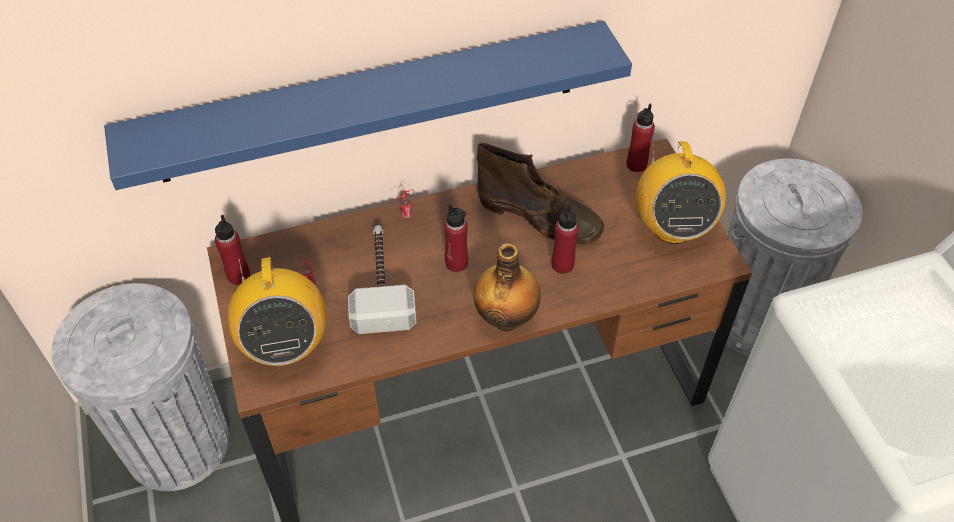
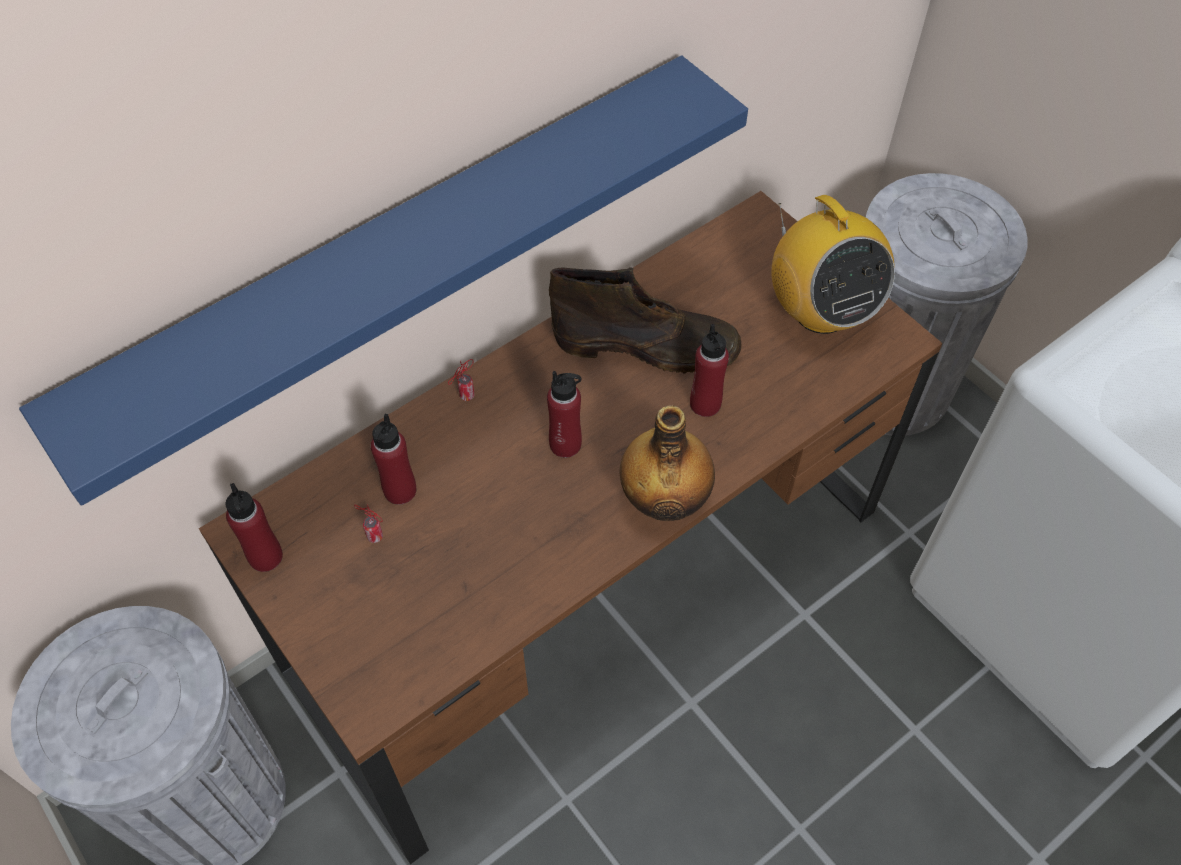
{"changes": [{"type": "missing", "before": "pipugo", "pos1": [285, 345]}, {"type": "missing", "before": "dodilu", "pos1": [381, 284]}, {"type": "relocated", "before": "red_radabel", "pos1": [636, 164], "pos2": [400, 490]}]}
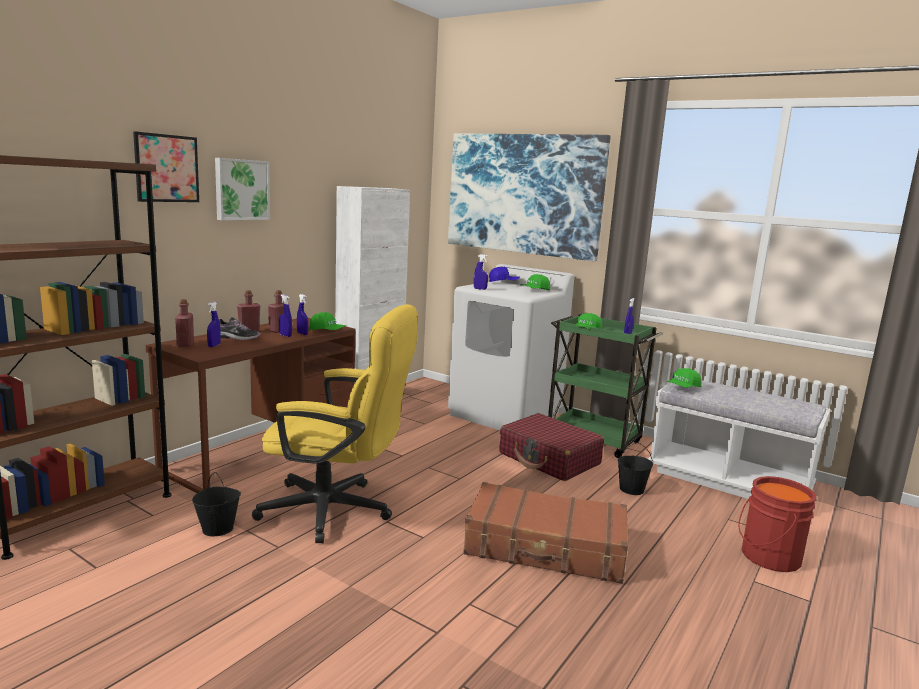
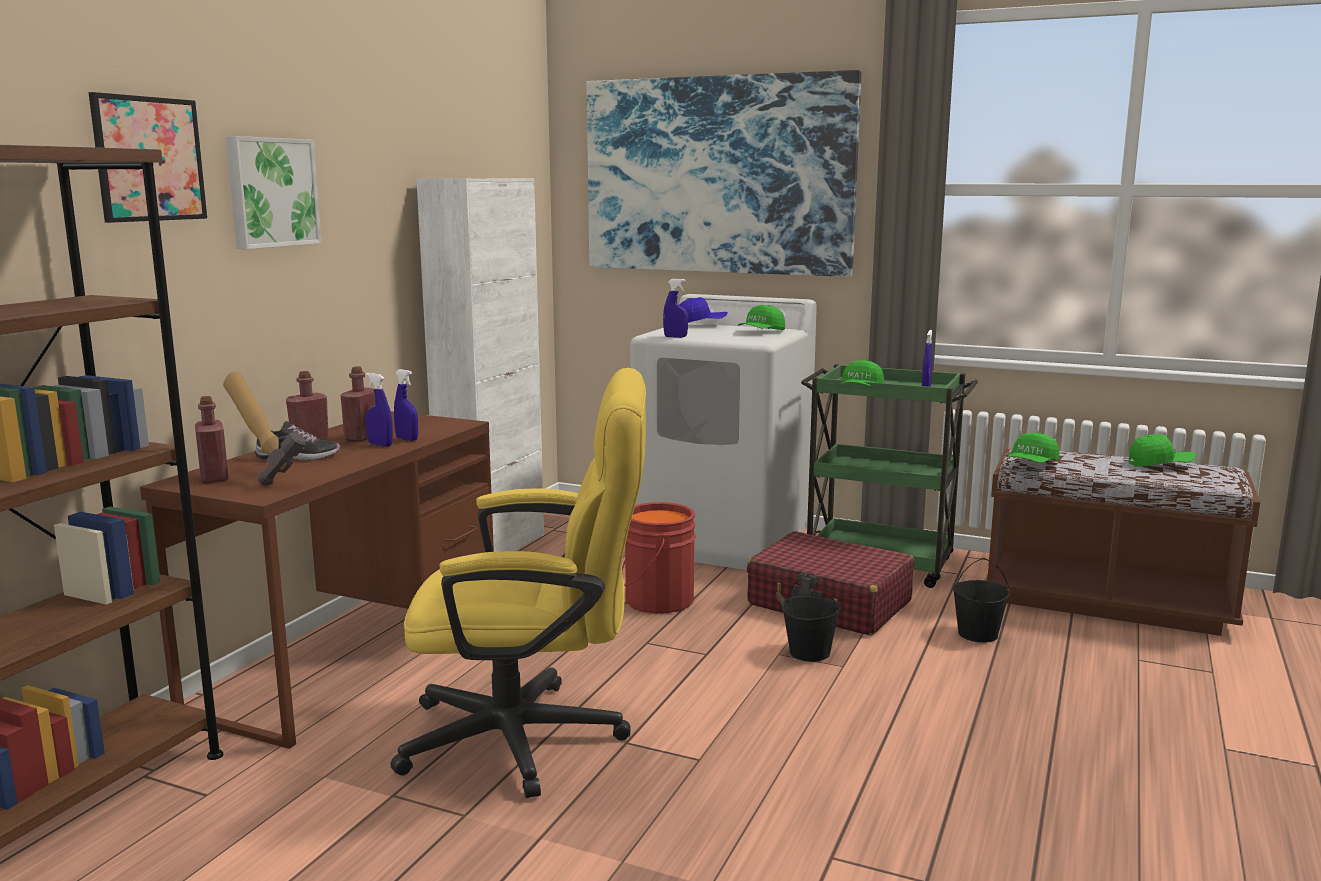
{"changes": [{"type": "relocated", "before": "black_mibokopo", "pos1": [218, 529], "pos2": [809, 653]}, {"type": "exchanged", "before": "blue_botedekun", "after": "dodilu", "pos1": [214, 345], "pos2": [268, 475]}, {"type": "relocated", "before": "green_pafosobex", "pos1": [327, 331], "pos2": [1159, 464]}, {"type": "missing", "before": "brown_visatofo", "pos1": [545, 548]}, {"type": "colour", "before": "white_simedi", "after": "brown_simedi", "pos1": [728, 480], "pos2": [1107, 601]}, {"type": "relocated", "before": "red_mibokopo", "pos1": [767, 556], "pos2": [655, 600]}]}
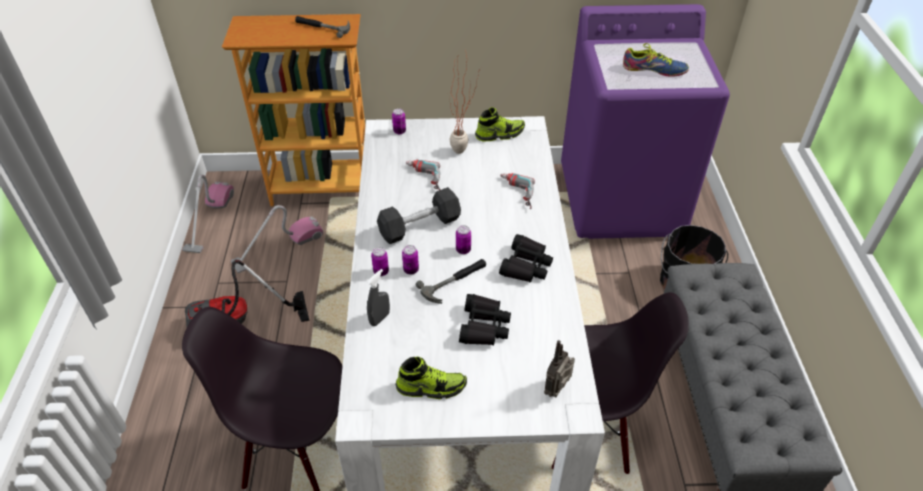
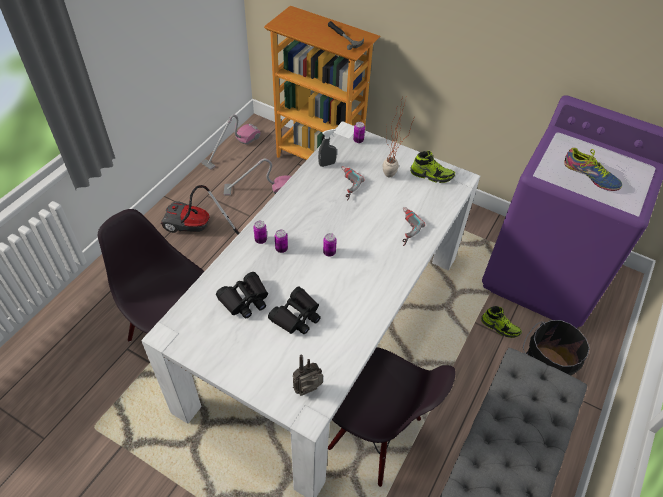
{"changes": [{"type": "relocated", "before": "grey_botedekun", "pos1": [379, 318], "pos2": [327, 164]}, {"type": "missing", "before": "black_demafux", "pos1": [419, 226]}, {"type": "relocated", "before": "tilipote", "pos1": [431, 387], "pos2": [500, 327]}, {"type": "missing", "before": "dodilu", "pos1": [455, 281]}, {"type": "relocated", "before": "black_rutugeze", "pos1": [526, 265], "pos2": [245, 300]}]}
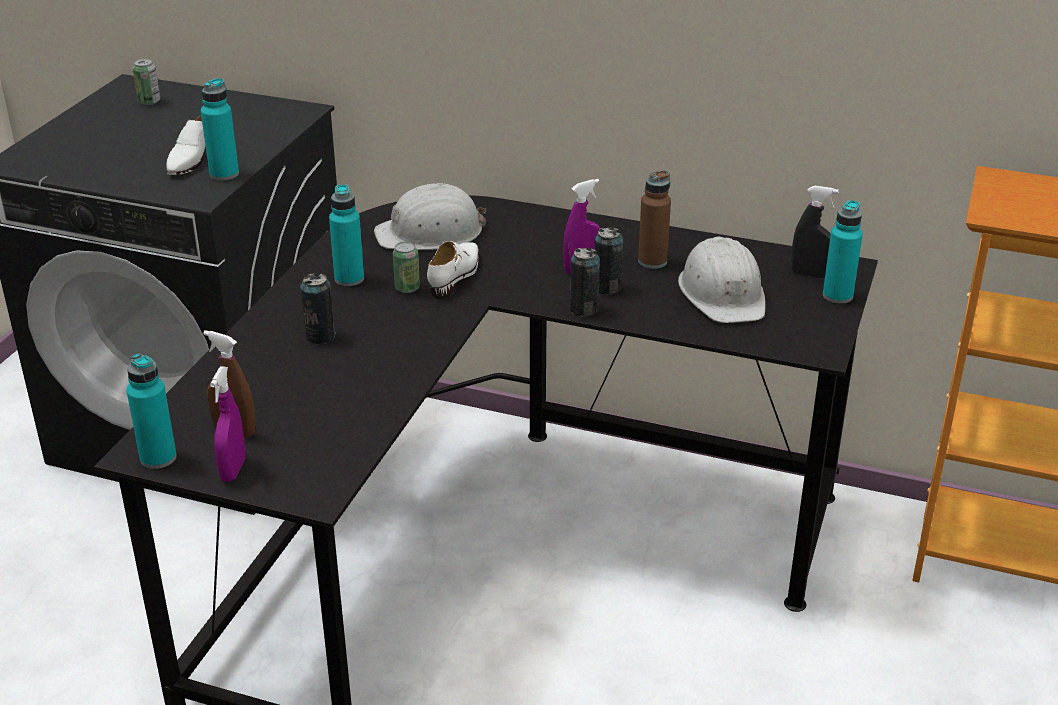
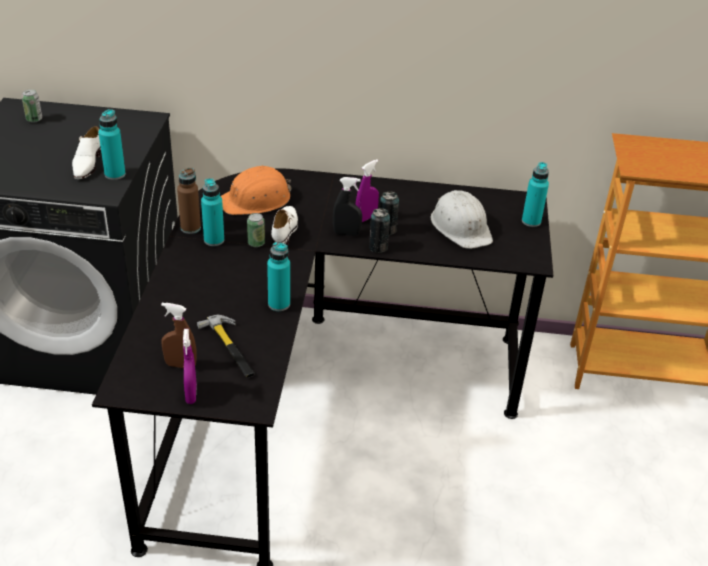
{"changes": [{"type": "relocated", "before": "turquoise_radabel", "pos1": [158, 458], "pos2": [279, 304]}, {"type": "missing", "before": "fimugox", "pos1": [320, 336]}, {"type": "colour", "before": "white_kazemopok", "after": "orange_kazemopok", "pos1": [431, 233], "pos2": [256, 200]}, {"type": "relocated", "before": "brown_radabel", "pos1": [652, 261], "pos2": [190, 228]}, {"type": "relocated", "before": "black_botedekun", "pos1": [810, 274], "pos2": [346, 233]}, {"type": "appeared", "after": "dodilu", "pos2": [231, 348]}]}
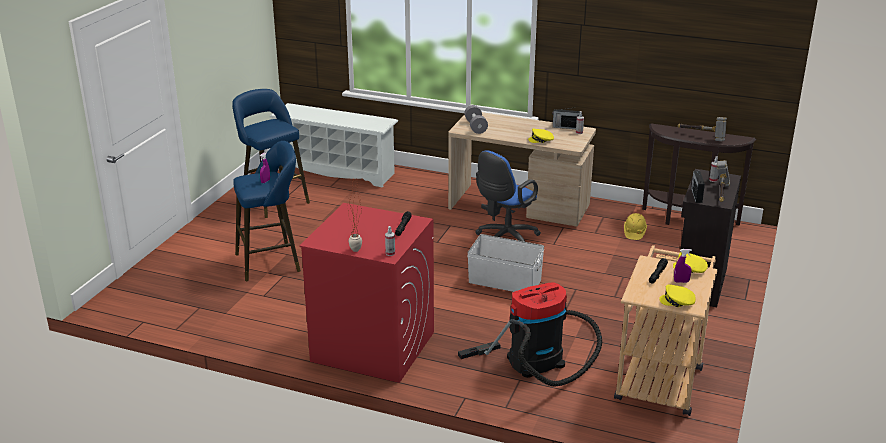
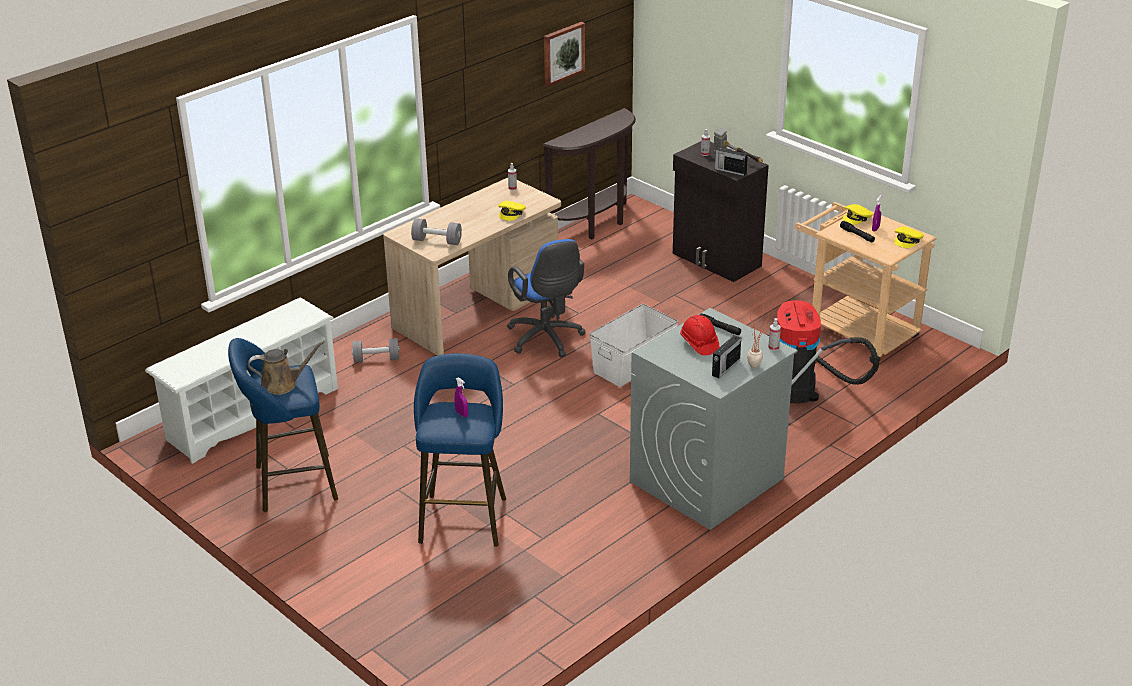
{"changes": [{"type": "colour", "before": "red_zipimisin", "after": "grey_zipimisin", "pos1": [372, 346], "pos2": [706, 481]}, {"type": "relocated", "before": "pipugo", "pos1": [565, 127], "pos2": [725, 368]}, {"type": "missing", "before": "yellow_kazemopok", "pos1": [634, 233]}, {"type": "missing", "before": "dodilu", "pos1": [702, 137]}, {"type": "appeared", "after": "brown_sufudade", "pos2": [282, 384]}, {"type": "appeared", "after": "grey_demafux", "pos2": [376, 359]}, {"type": "appeared", "after": "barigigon", "pos2": [562, 53]}, {"type": "appeared", "after": "red_kazemopok", "pos2": [699, 344]}]}
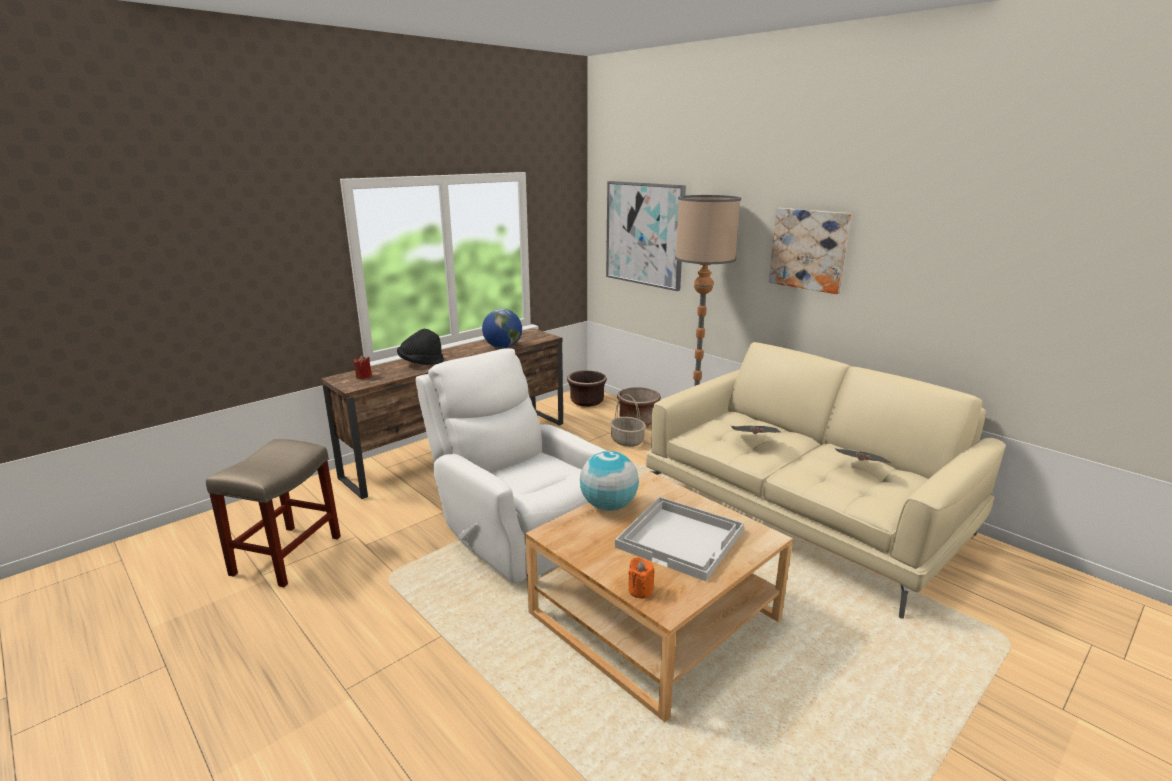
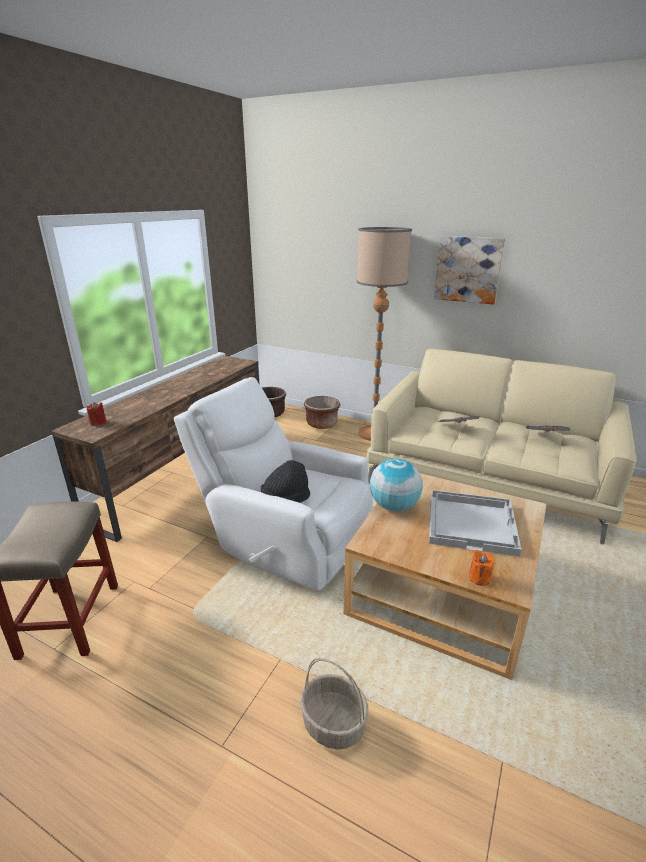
{"changes": [{"type": "relocated", "before": "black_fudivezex", "pos1": [421, 363], "pos2": [286, 499]}, {"type": "missing", "before": "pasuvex", "pos1": [503, 347]}, {"type": "missing", "before": "barigigon", "pos1": [644, 234]}, {"type": "relocated", "before": "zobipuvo", "pos1": [627, 441], "pos2": [332, 724]}]}
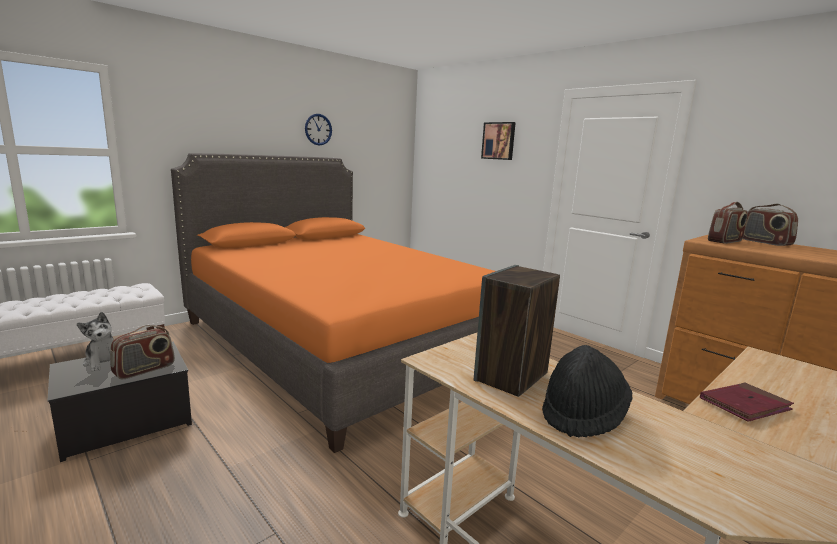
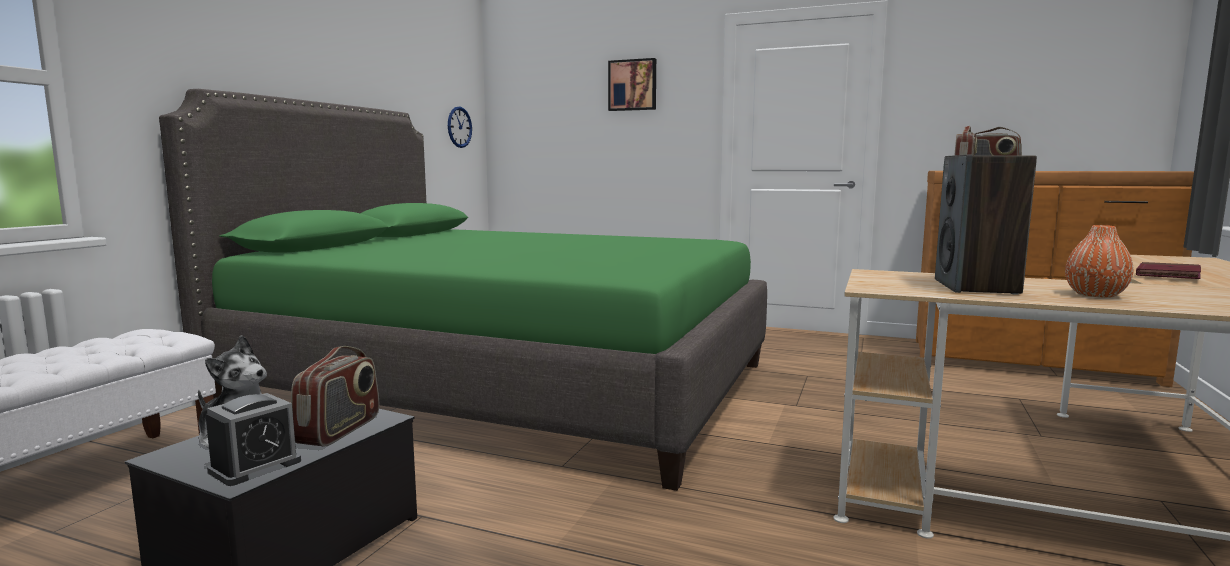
{"changes": [{"type": "colour", "before": "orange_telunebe", "after": "green_telunebe", "pos1": [340, 343], "pos2": [504, 384]}, {"type": "relocated", "before": "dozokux", "pos1": [318, 129], "pos2": [459, 127]}, {"type": "exchanged", "before": "black_fudivezex", "after": "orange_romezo", "pos1": [583, 415], "pos2": [1095, 295]}, {"type": "appeared", "after": "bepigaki", "pos2": [255, 466]}]}
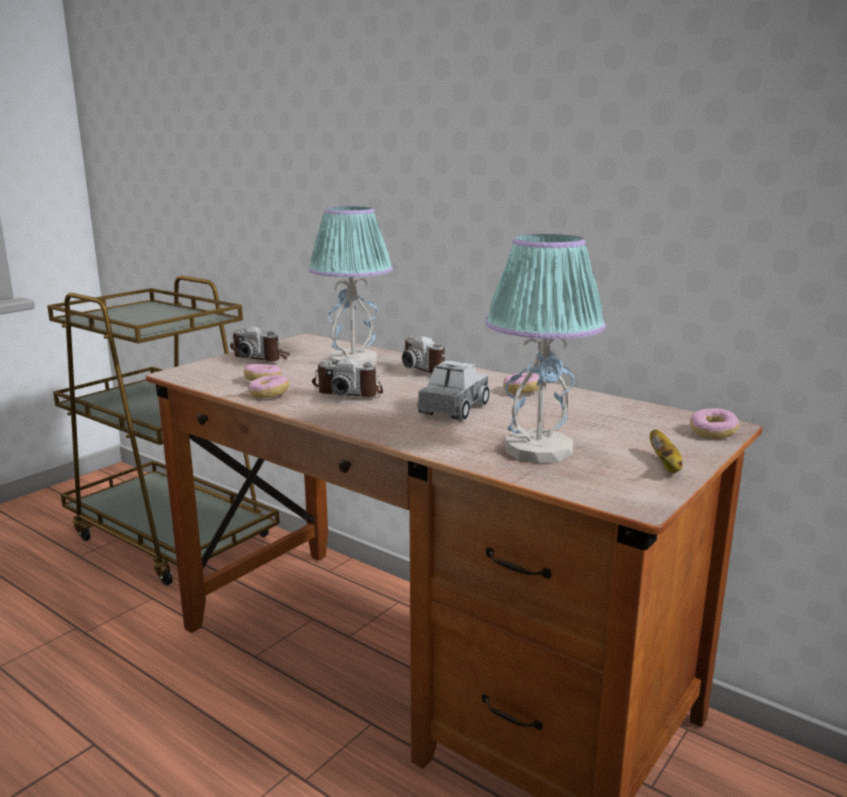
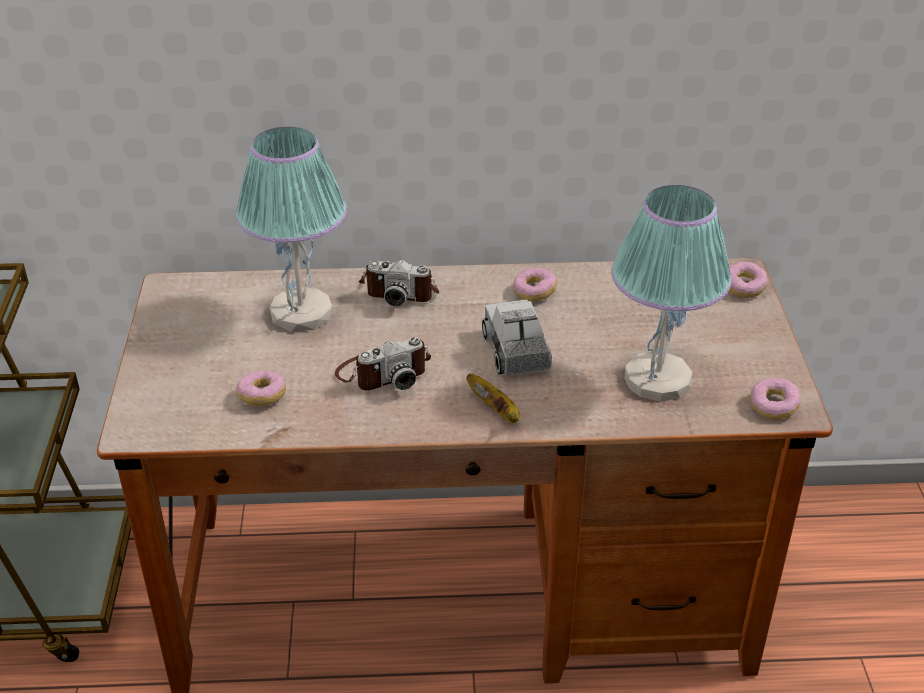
{"changes": [{"type": "missing", "before": "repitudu", "pos1": [261, 357]}, {"type": "relocated", "before": "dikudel", "pos1": [269, 395], "pos2": [773, 407]}, {"type": "relocated", "before": "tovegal", "pos1": [665, 466], "pos2": [496, 411]}]}
